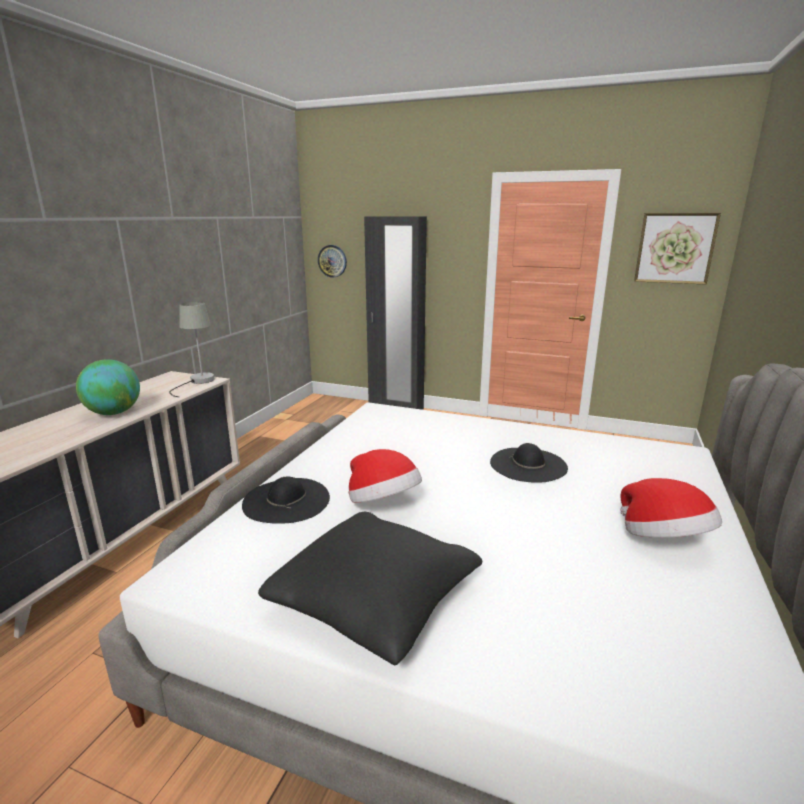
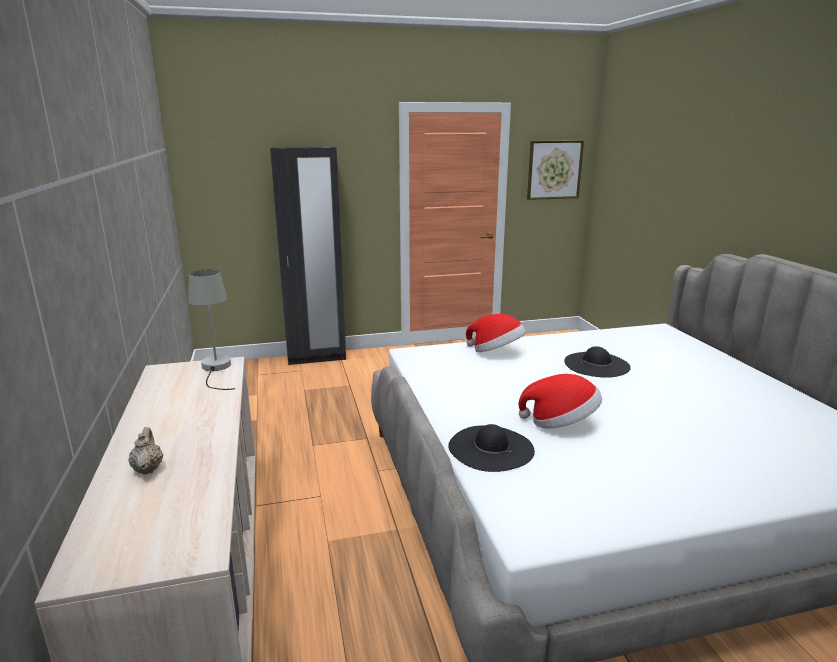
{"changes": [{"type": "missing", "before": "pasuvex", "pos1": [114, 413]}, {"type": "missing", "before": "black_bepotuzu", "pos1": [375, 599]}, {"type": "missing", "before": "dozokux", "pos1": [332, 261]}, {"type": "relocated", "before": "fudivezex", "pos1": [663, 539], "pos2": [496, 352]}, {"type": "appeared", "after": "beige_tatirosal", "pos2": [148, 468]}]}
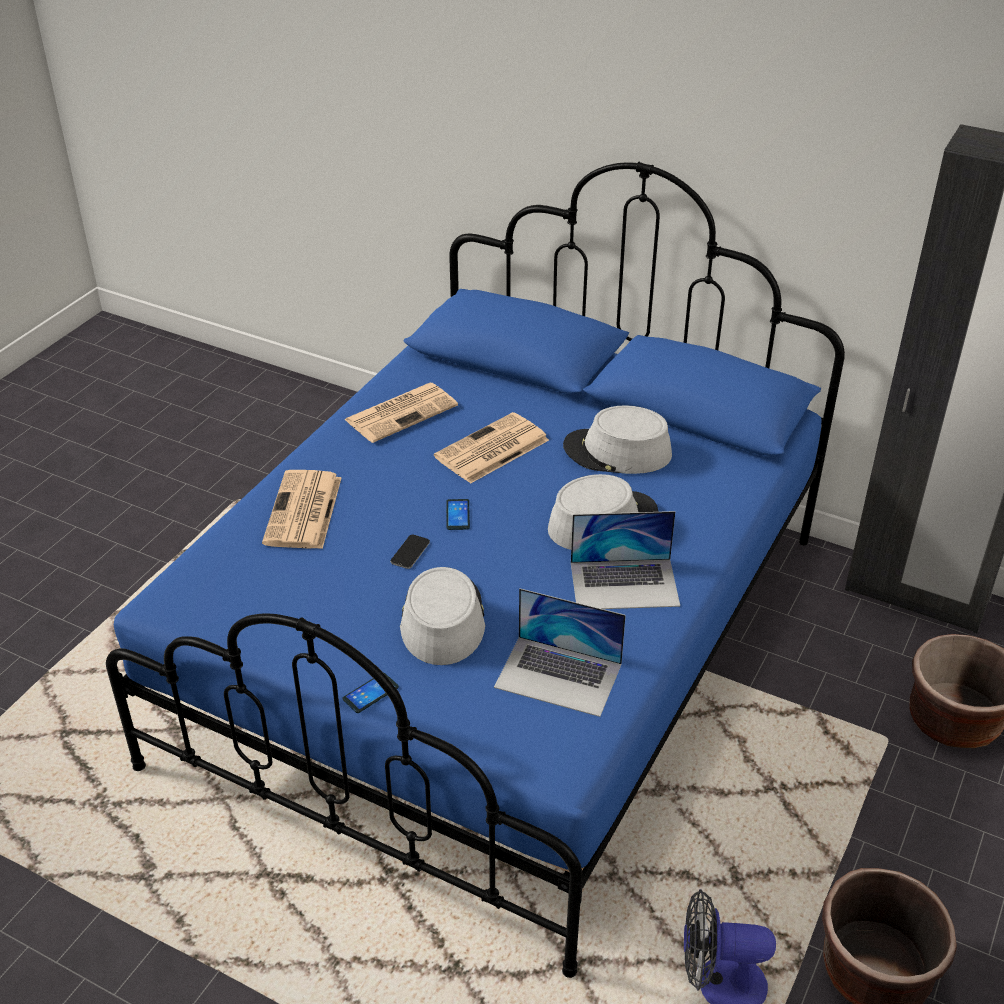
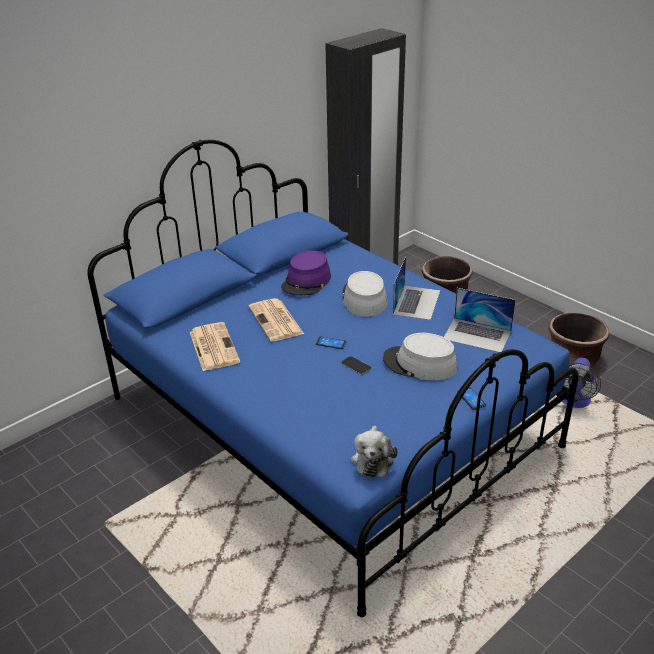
{"changes": [{"type": "missing", "before": "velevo", "pos1": [303, 512]}, {"type": "spun", "before": "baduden", "pos1": [559, 675], "pos2": [477, 335], "turn": 75}, {"type": "colour", "before": "grey_fudivezex", "after": "purple_fudivezex", "pos1": [617, 452], "pos2": [306, 281]}, {"type": "appeared", "after": "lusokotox", "pos2": [372, 459]}]}
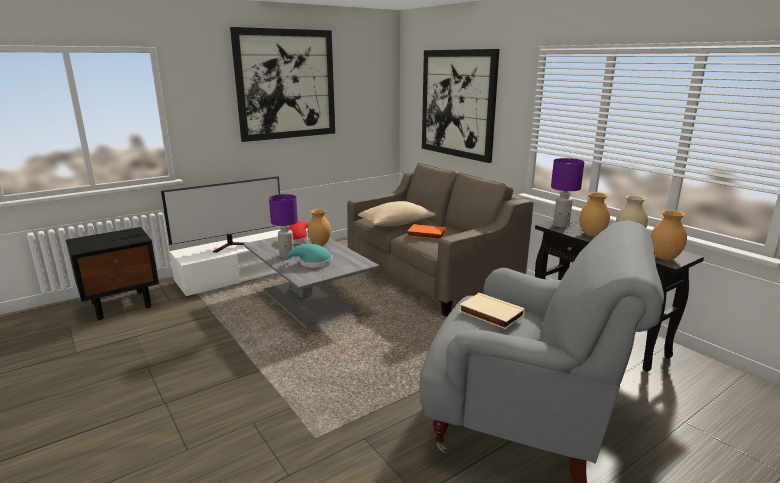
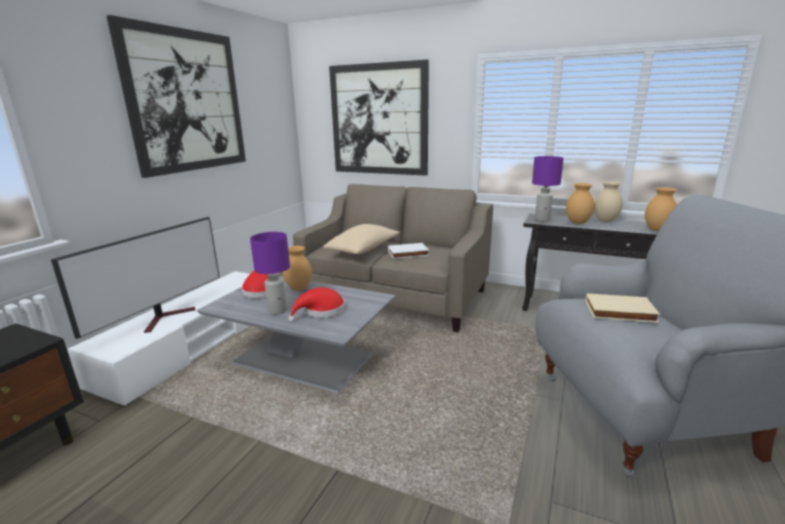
{"changes": [{"type": "colour", "before": "turquoise_fudivezex", "after": "red_fudivezex", "pos1": [312, 263], "pos2": [321, 311]}, {"type": "colour", "before": "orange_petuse", "after": "white_petuse", "pos1": [426, 234], "pos2": [408, 253]}]}
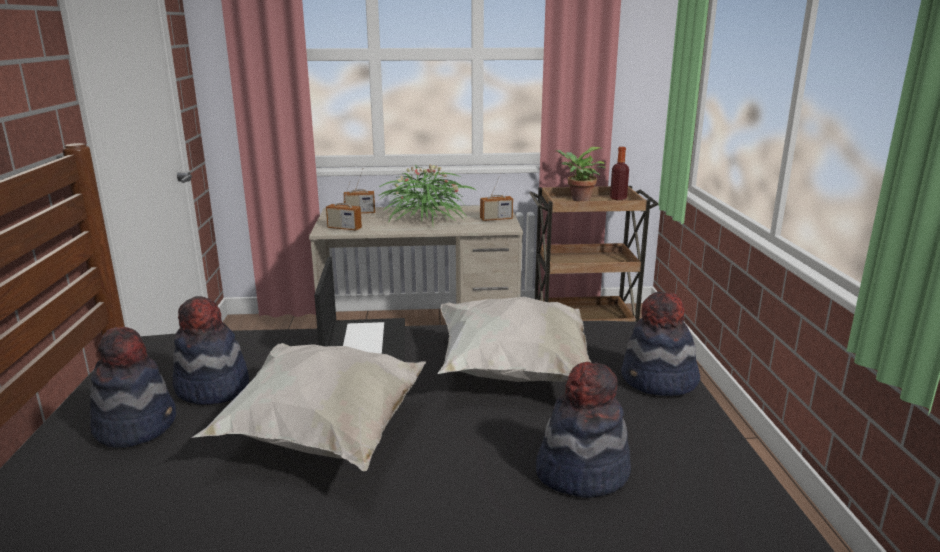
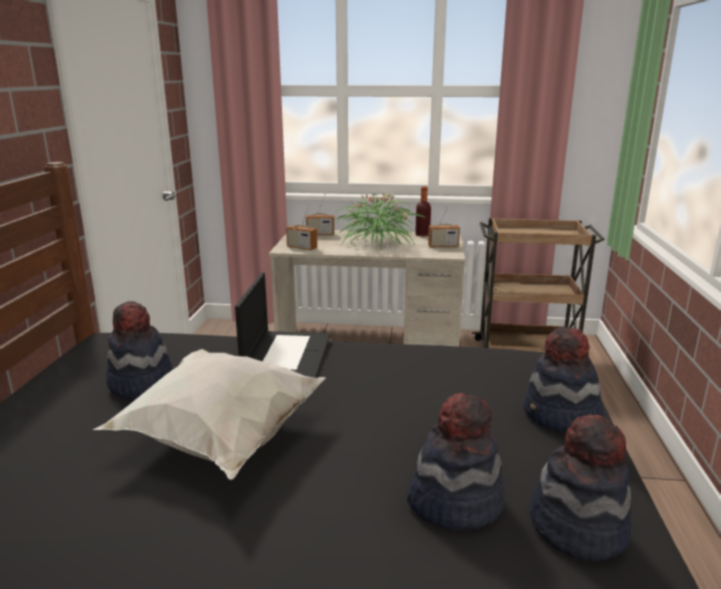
{"changes": [{"type": "relocated", "before": "fudivezex", "pos1": [136, 426], "pos2": [577, 527]}, {"type": "missing", "before": "white_bepotuzu", "pos1": [514, 375]}, {"type": "missing", "before": "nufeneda", "pos1": [578, 199]}, {"type": "relocated", "before": "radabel", "pos1": [618, 198], "pos2": [422, 234]}]}
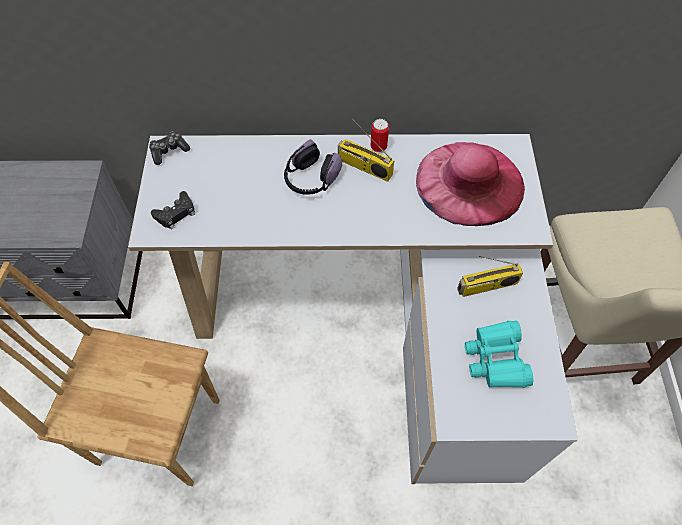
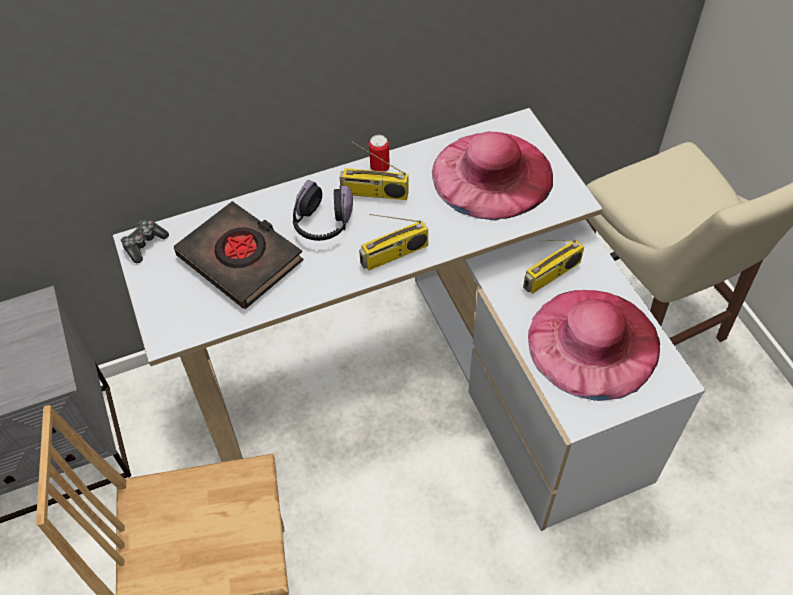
{"changes": [{"type": "missing", "before": "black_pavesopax", "pos1": [176, 213]}, {"type": "exchanged", "before": "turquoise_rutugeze", "after": "pink_fudivezex", "pos1": [496, 359], "pos2": [593, 342]}, {"type": "appeared", "after": "black_petuse", "pos2": [241, 259]}, {"type": "appeared", "after": "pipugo", "pos2": [394, 255]}]}
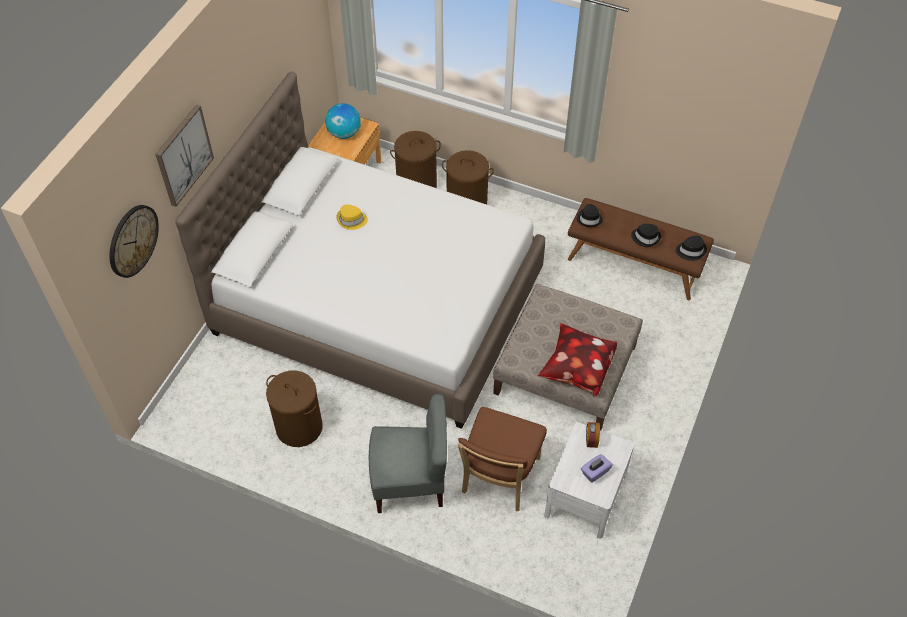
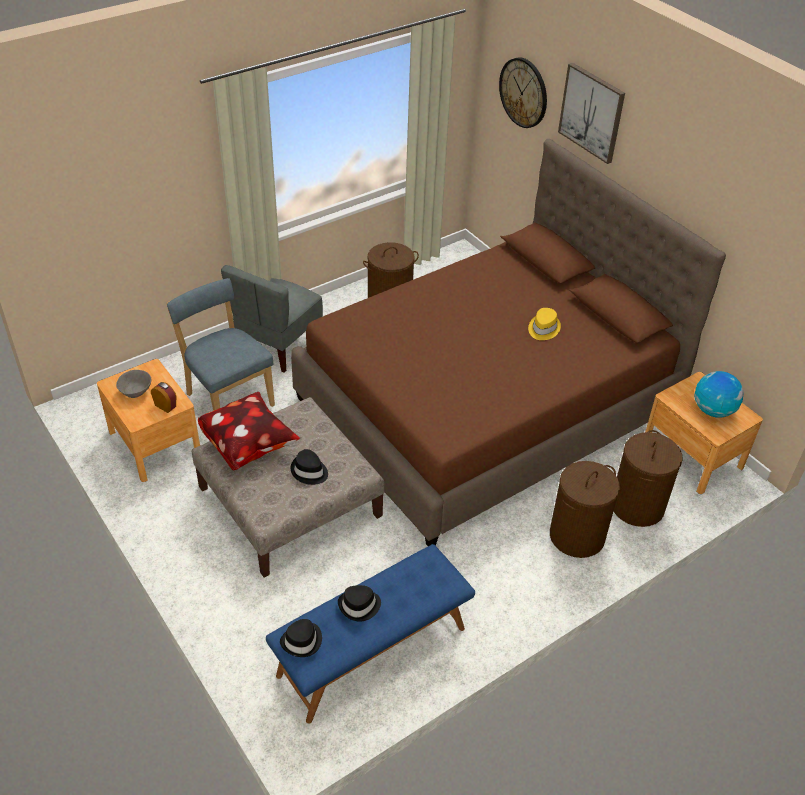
{"changes": [{"type": "colour", "before": "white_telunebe", "after": "brown_telunebe", "pos1": [378, 302], "pos2": [486, 406]}, {"type": "colour", "before": "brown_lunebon", "after": "blue_lunebon", "pos1": [498, 478], "pos2": [228, 397]}, {"type": "colour", "before": "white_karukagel", "after": "brown_karukagel", "pos1": [585, 495], "pos2": [155, 443]}, {"type": "colour", "before": "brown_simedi", "after": "blue_simedi", "pos1": [634, 264], "pos2": [372, 652]}, {"type": "relocated", "before": "black_fudivezex", "pos1": [589, 218], "pos2": [309, 471]}, {"type": "exchanged", "before": "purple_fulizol", "after": "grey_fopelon", "pos1": [595, 472], "pos2": [135, 391]}]}
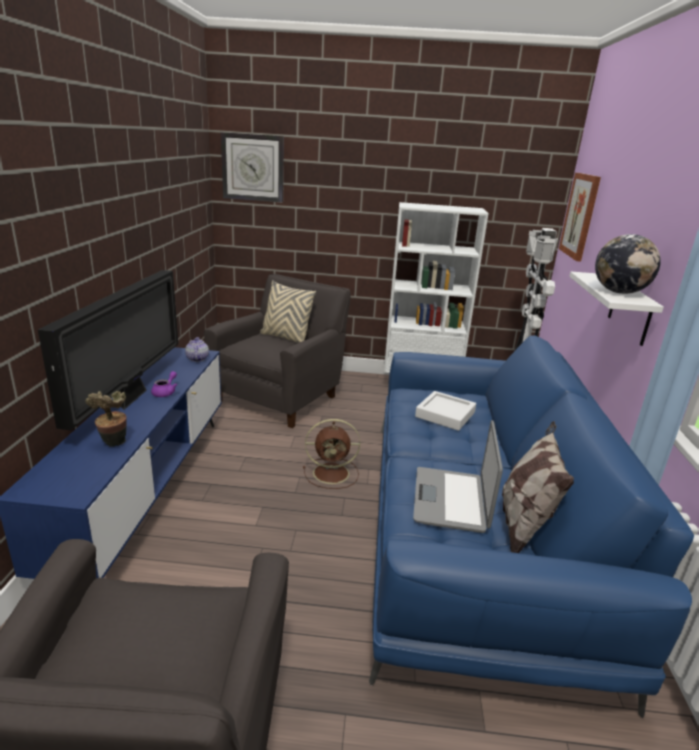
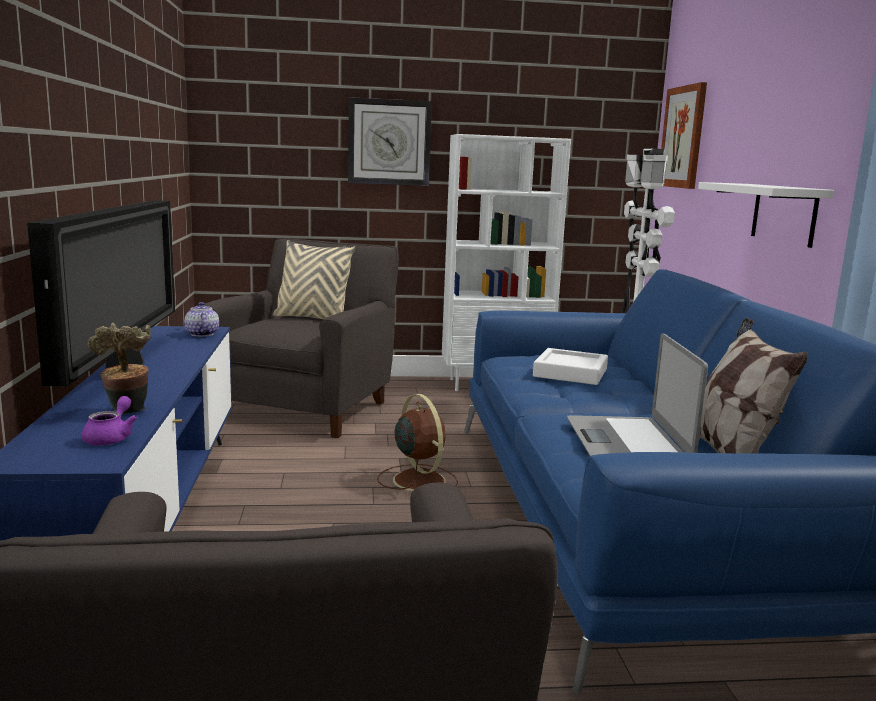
{"changes": [{"type": "relocated", "before": "purple_tatirosal", "pos1": [165, 392], "pos2": [111, 437]}, {"type": "relocated", "before": "dozokux", "pos1": [253, 167], "pos2": [389, 142]}, {"type": "spun", "before": "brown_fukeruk", "pos1": [333, 473], "pos2": [417, 479], "turn": -105}, {"type": "missing", "before": "pasuvex", "pos1": [619, 292]}]}
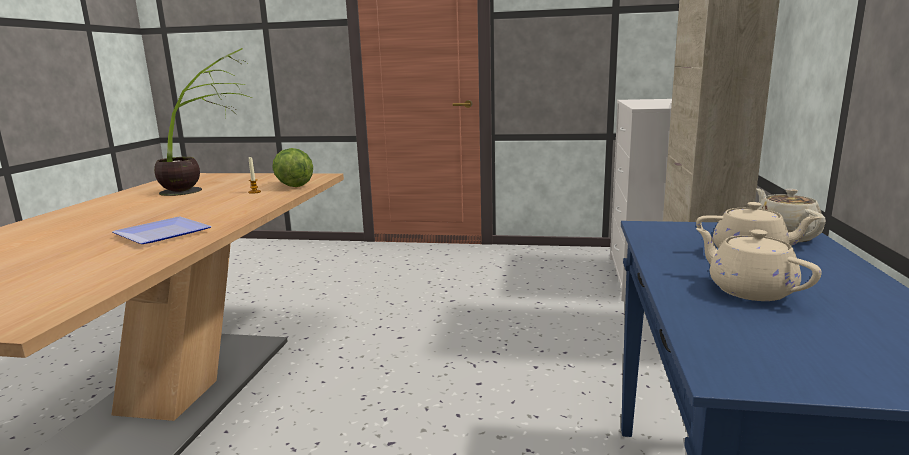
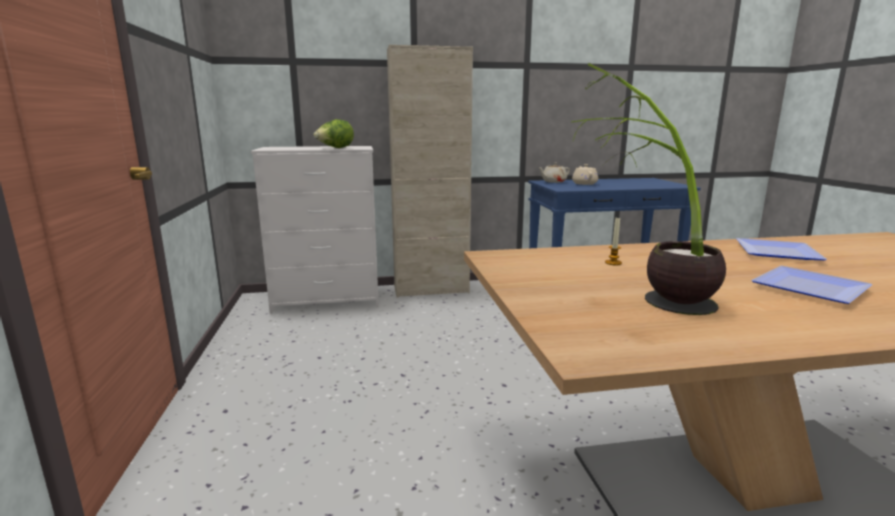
{"changes": [{"type": "relocated", "before": "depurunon", "pos1": [293, 185], "pos2": [335, 148]}, {"type": "missing", "before": "beige_tatirosal", "pos1": [749, 290]}, {"type": "appeared", "after": "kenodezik", "pos2": [807, 287]}]}
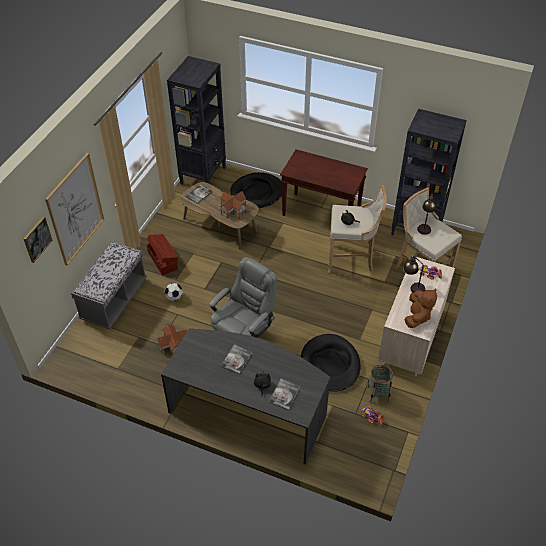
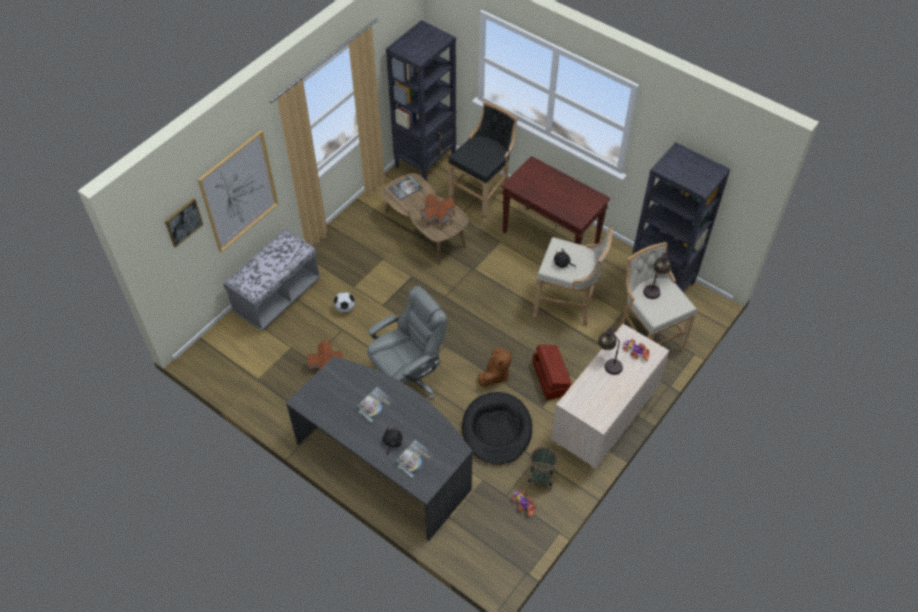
{"changes": [{"type": "relocated", "before": "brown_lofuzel", "pos1": [163, 260], "pos2": [550, 378]}, {"type": "exchanged", "before": "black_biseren", "after": "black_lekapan", "pos1": [257, 192], "pos2": [482, 196]}, {"type": "relocated", "before": "brown_lusokotox", "pos1": [417, 316], "pos2": [495, 375]}]}
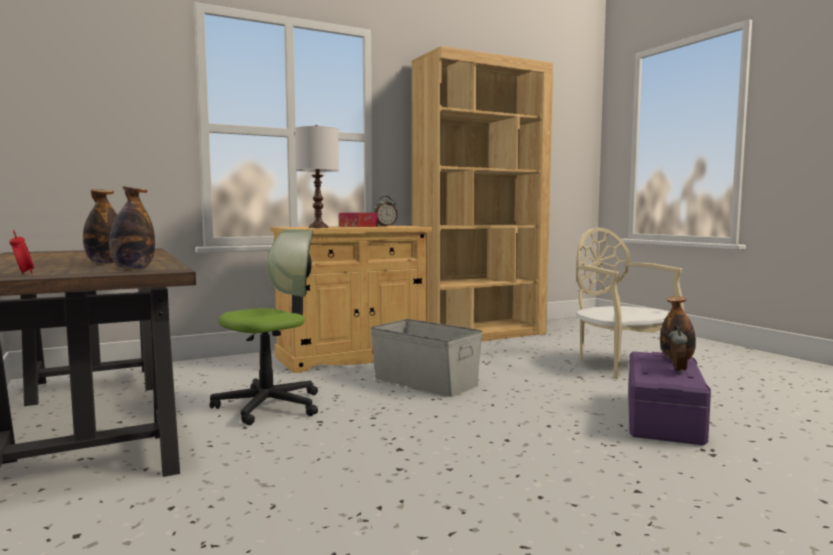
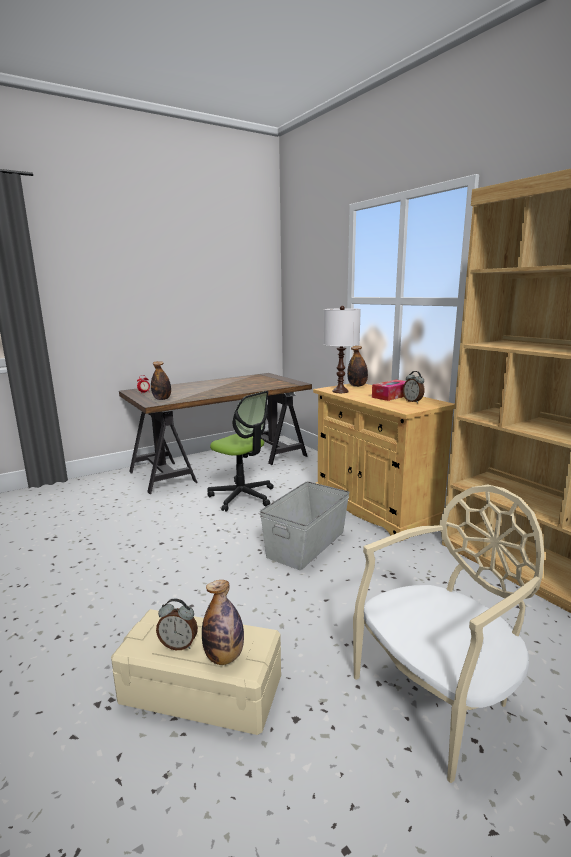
{"changes": [{"type": "relocated", "before": "radabel", "pos1": [105, 263], "pos2": [357, 386]}, {"type": "colour", "before": "purple_lofuzel", "after": "beige_lofuzel", "pos1": [661, 417], "pos2": [202, 689]}]}
